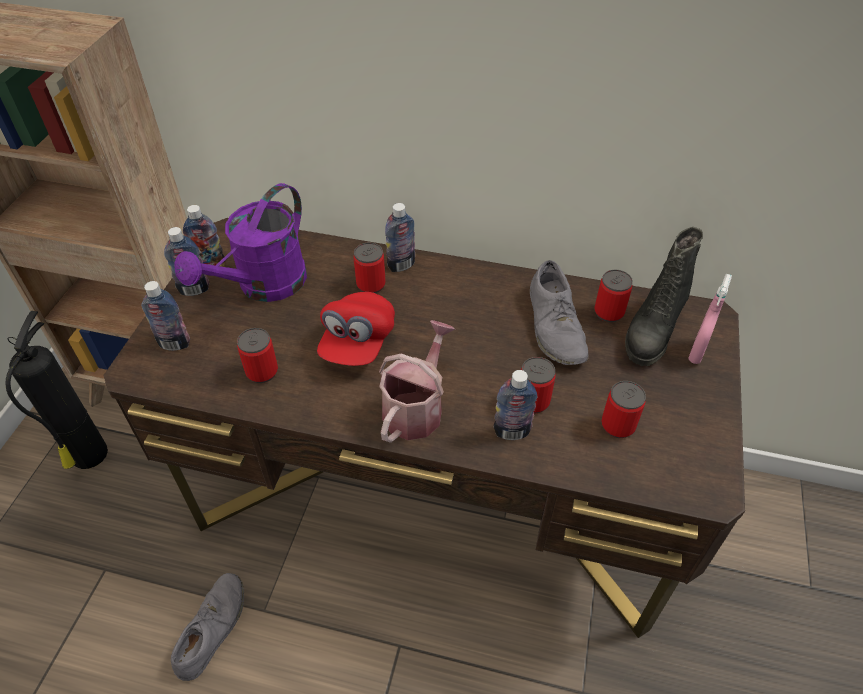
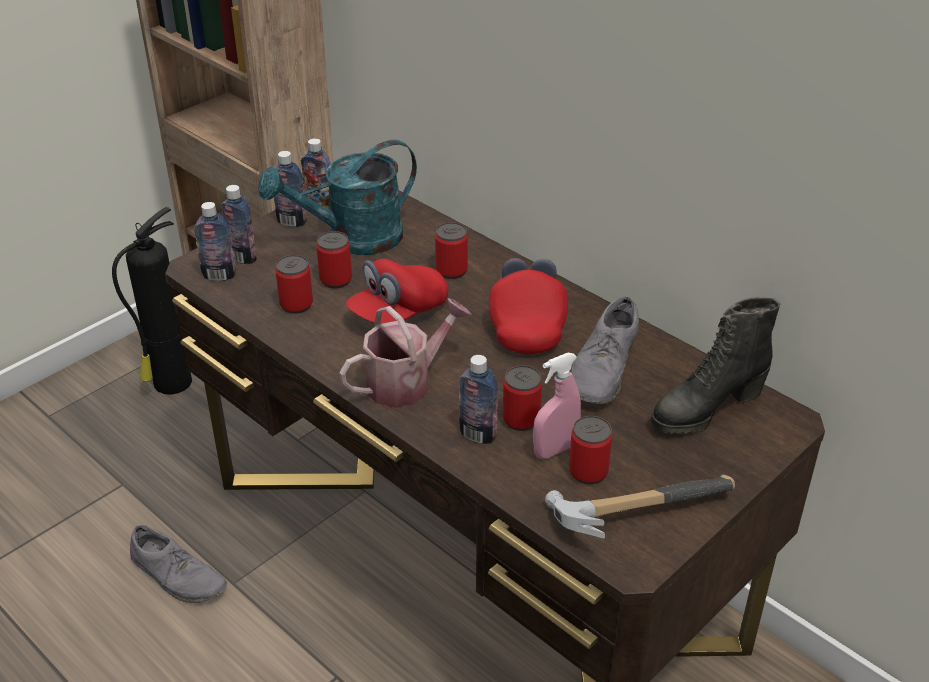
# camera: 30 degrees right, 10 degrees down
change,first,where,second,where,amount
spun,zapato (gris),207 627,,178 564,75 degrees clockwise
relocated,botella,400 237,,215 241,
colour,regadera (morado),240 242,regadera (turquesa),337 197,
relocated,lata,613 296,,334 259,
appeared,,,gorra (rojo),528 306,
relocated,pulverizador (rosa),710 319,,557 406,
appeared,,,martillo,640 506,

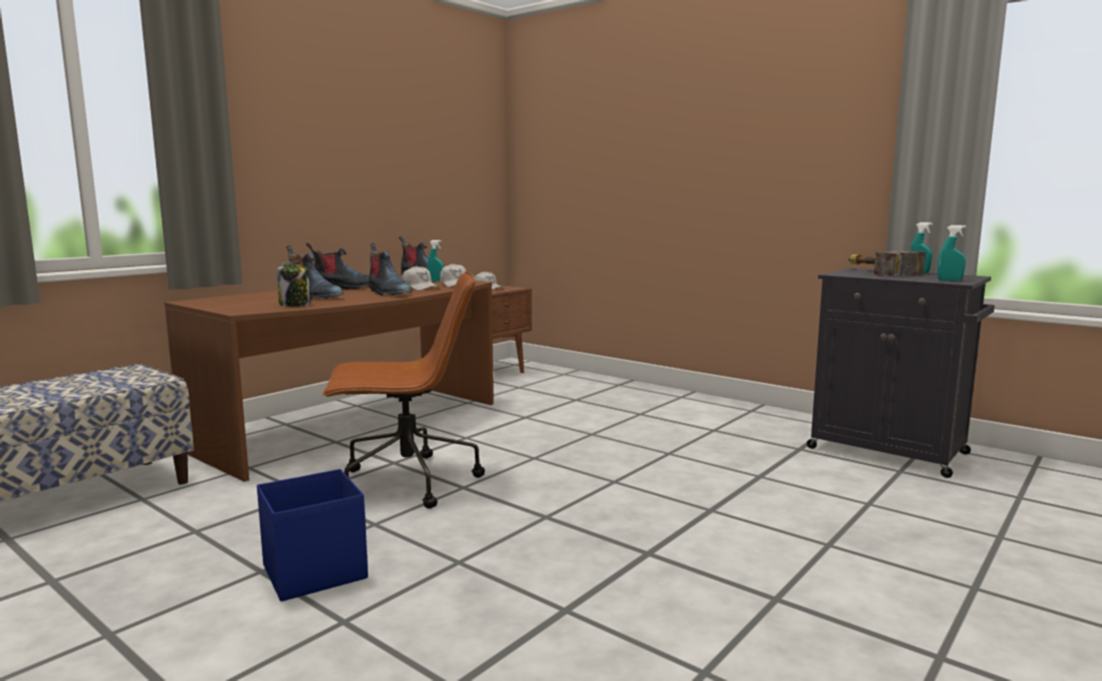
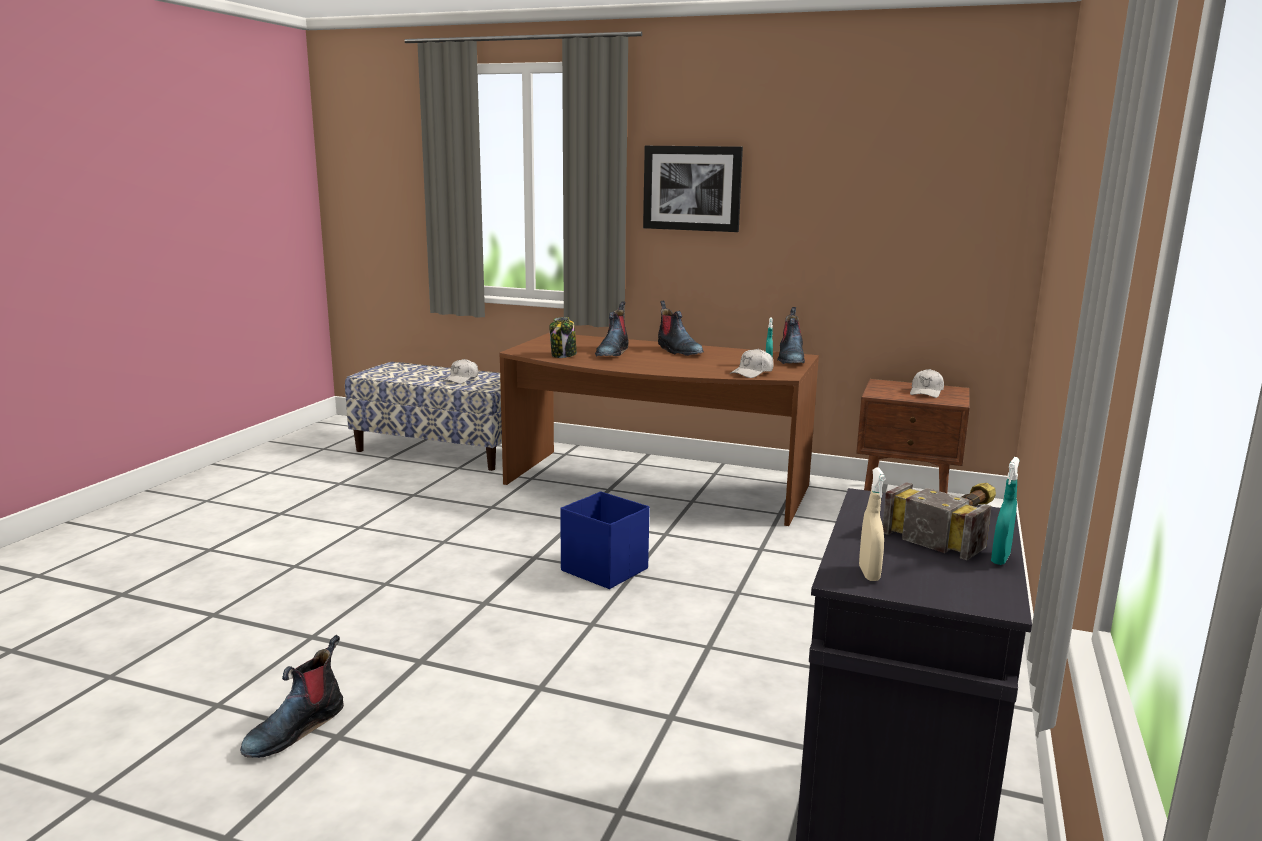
# camera: 70 degrees right, 5 degrees up
change,first,where,second,where,amount
relocated,bota,390 269,,292 696,
relocated,gorra (blanco),420 278,,460 371,
relocated,caja de almacenaje (azul),312 535,,605 540,
appeared,,,cuadro,693 189,
colour,pulverizador (turquesa),951 253,pulverizador (beis),872 524,
missing,silla de oficina (marrón),403 390,,,

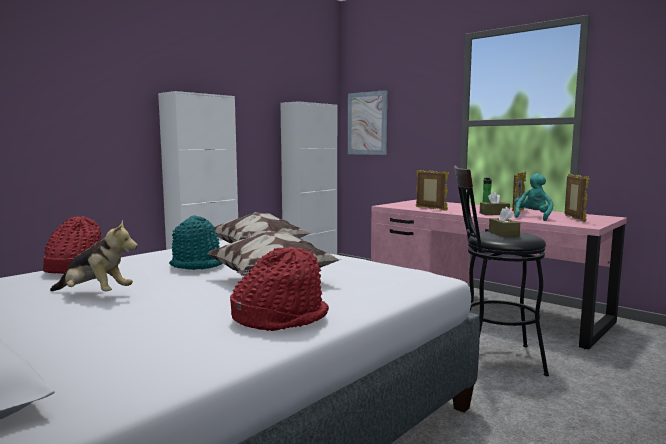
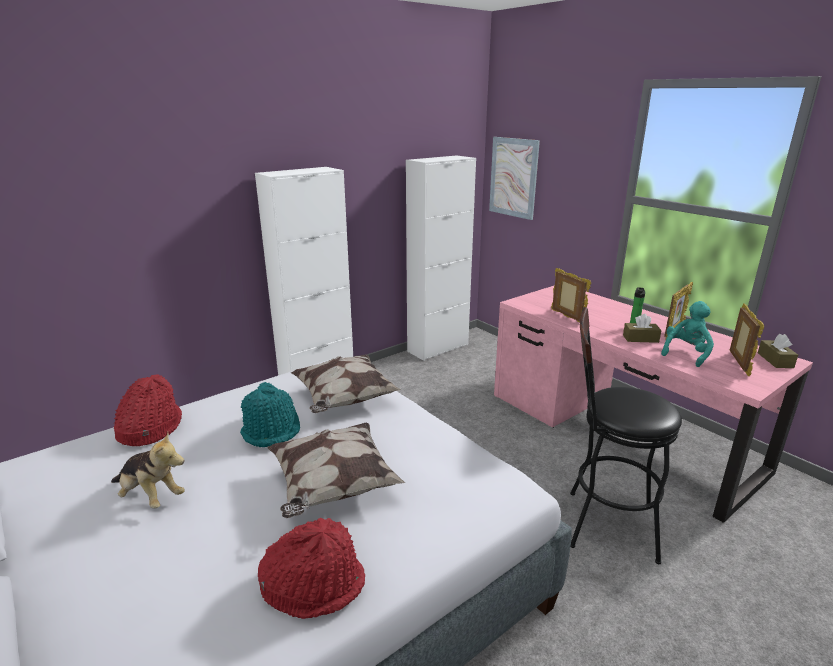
# camera: 10 degrees right, 15 degrees up
change,first,where,second,where,amount
relocated,caja de pañuelos (marrón),504 222,,778 351,

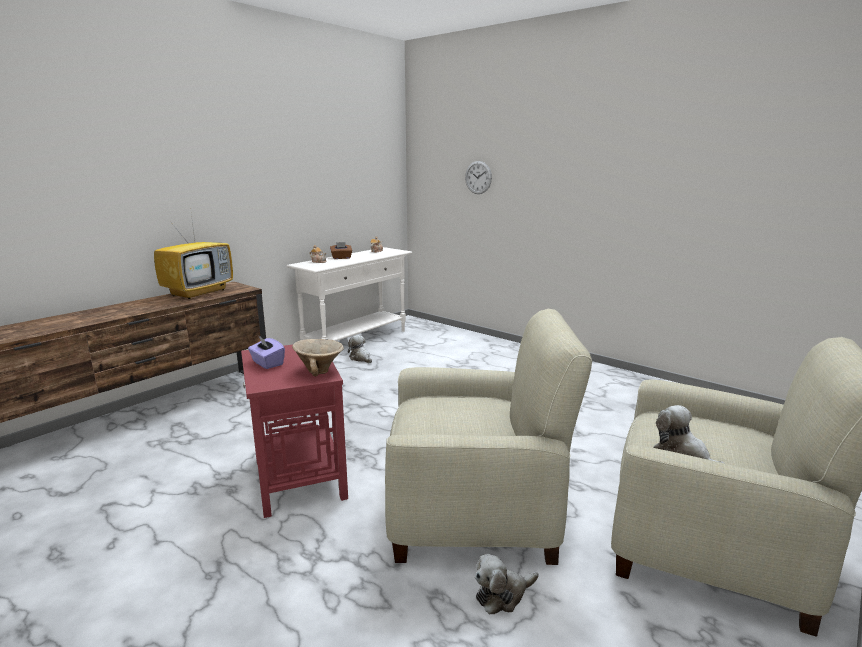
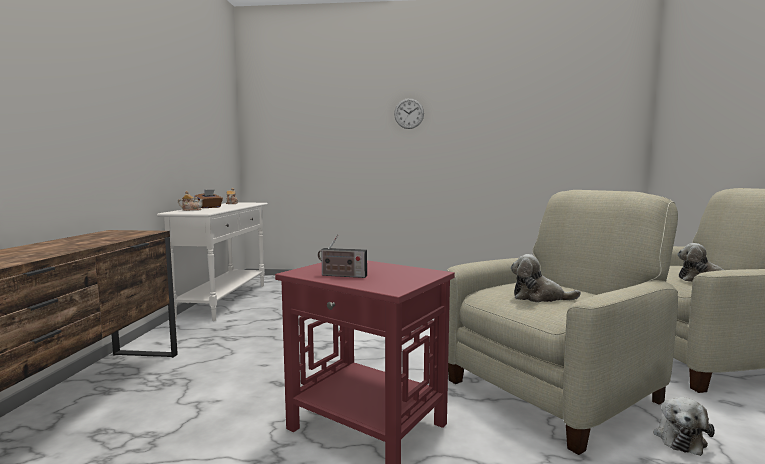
# camera: 35 degrees left, 10 degrees down
change,first,where,second,where,amount
exchanged,caja de pañuelos (morado),266 352,radio,342 256,
relocated,reloj de pared,478 177,,409 113,
relocated,peluche,360 349,,546 278,
missing,televisor,193 257,,,
missing,cuenco (beis),318 357,,,

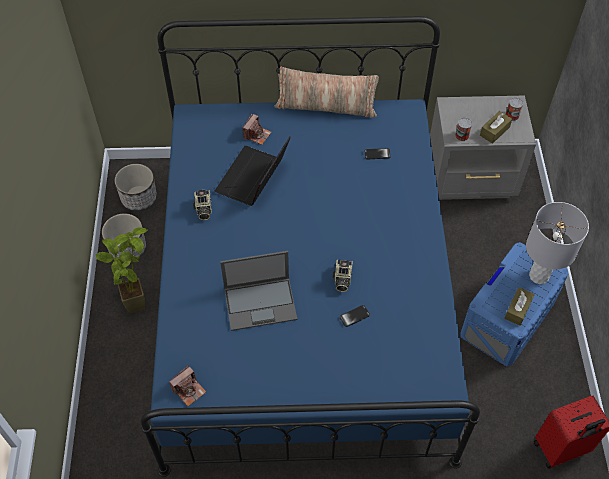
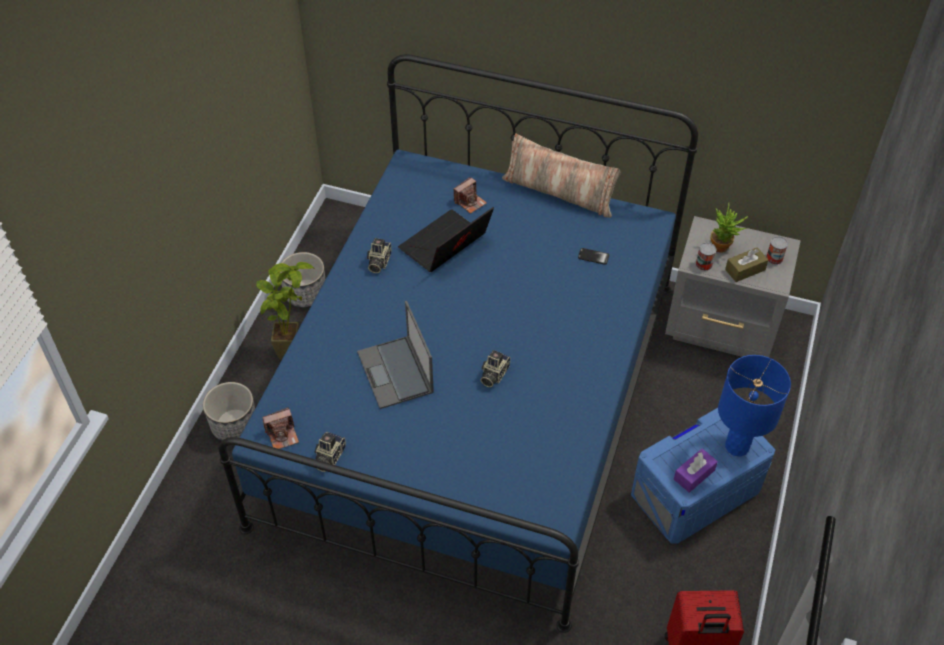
# camera: 20 degrees right, 5 degrees down
change,first,where,second,where,amount
relocated,maceta,136 187,,229 411,
appeared,,,cámara,330 452,
spun,portátil,258 291,,395 355,60 degrees clockwise
colour,caja de pañuelos (marrón),519 306,caja de pañuelos (morado),696 471,
appeared,,,planta en maceta,730 227,
colour,lámpara de mesa (gris),557 243,lámpara de mesa (azul),754 406,
missing,móvil,355 316,,,

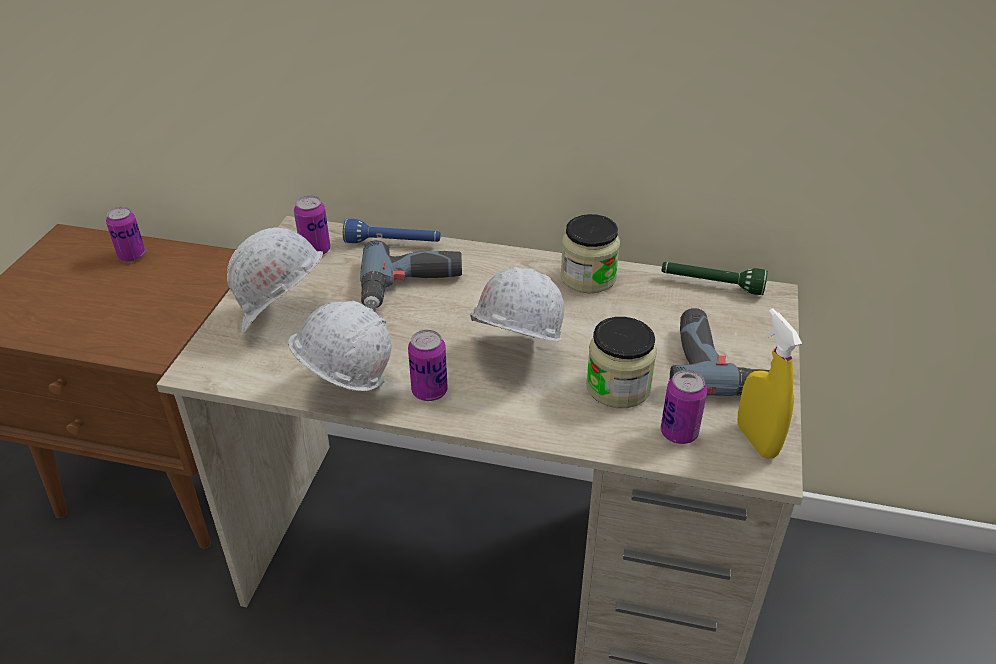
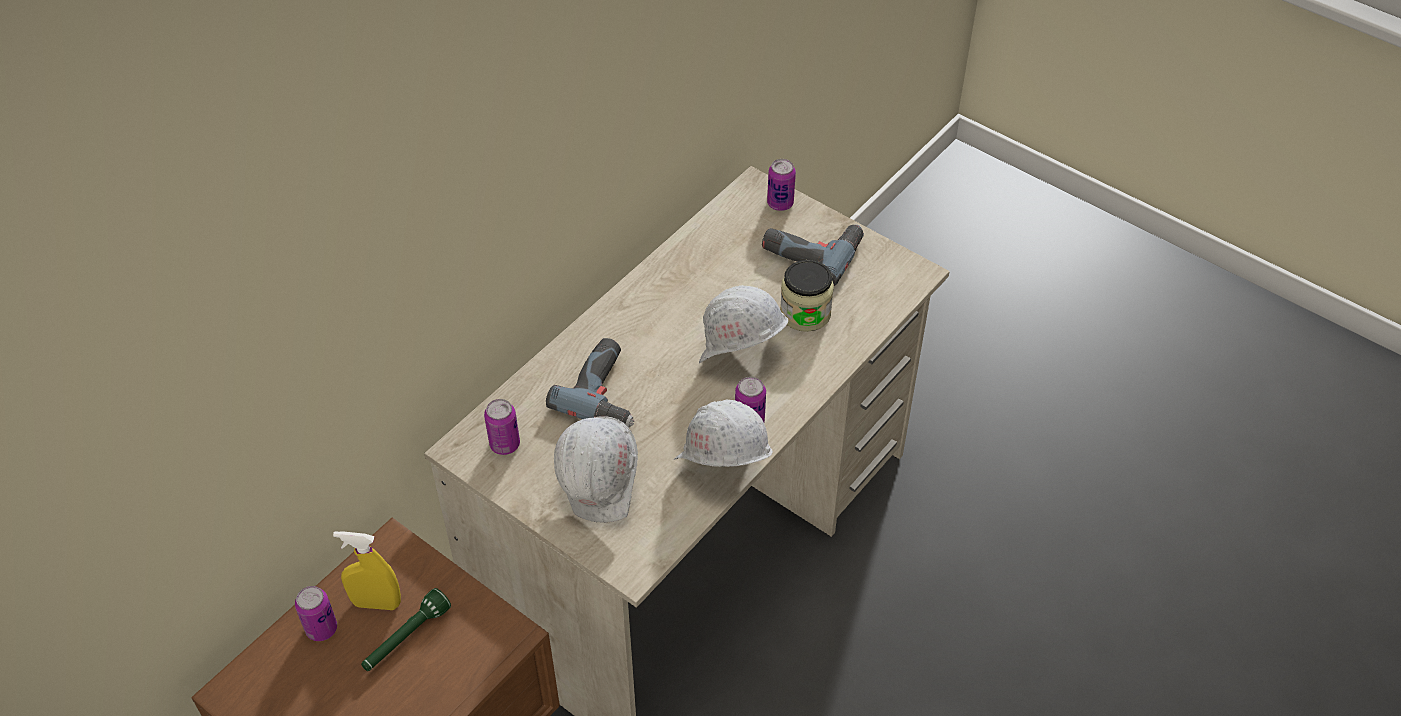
# camera: 65 degrees left, 10 degrees up
change,first,where,second,where,amount
relocated,pulverizador (amarillo),769 383,,367 570,
relocated,linterna (verde),715 278,,406 629,
relocated,lata,684 407,,781 185,
missing,linterna (azul),392 231,,,
missing,tarro,590 253,,,

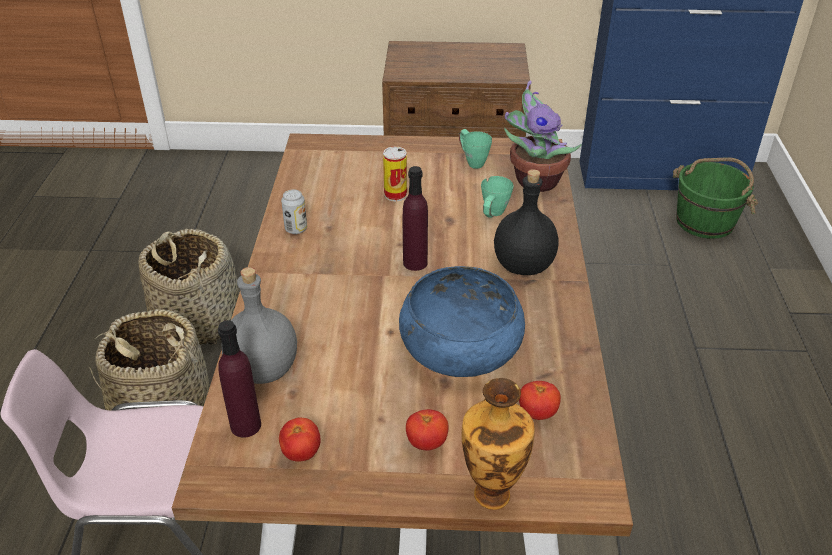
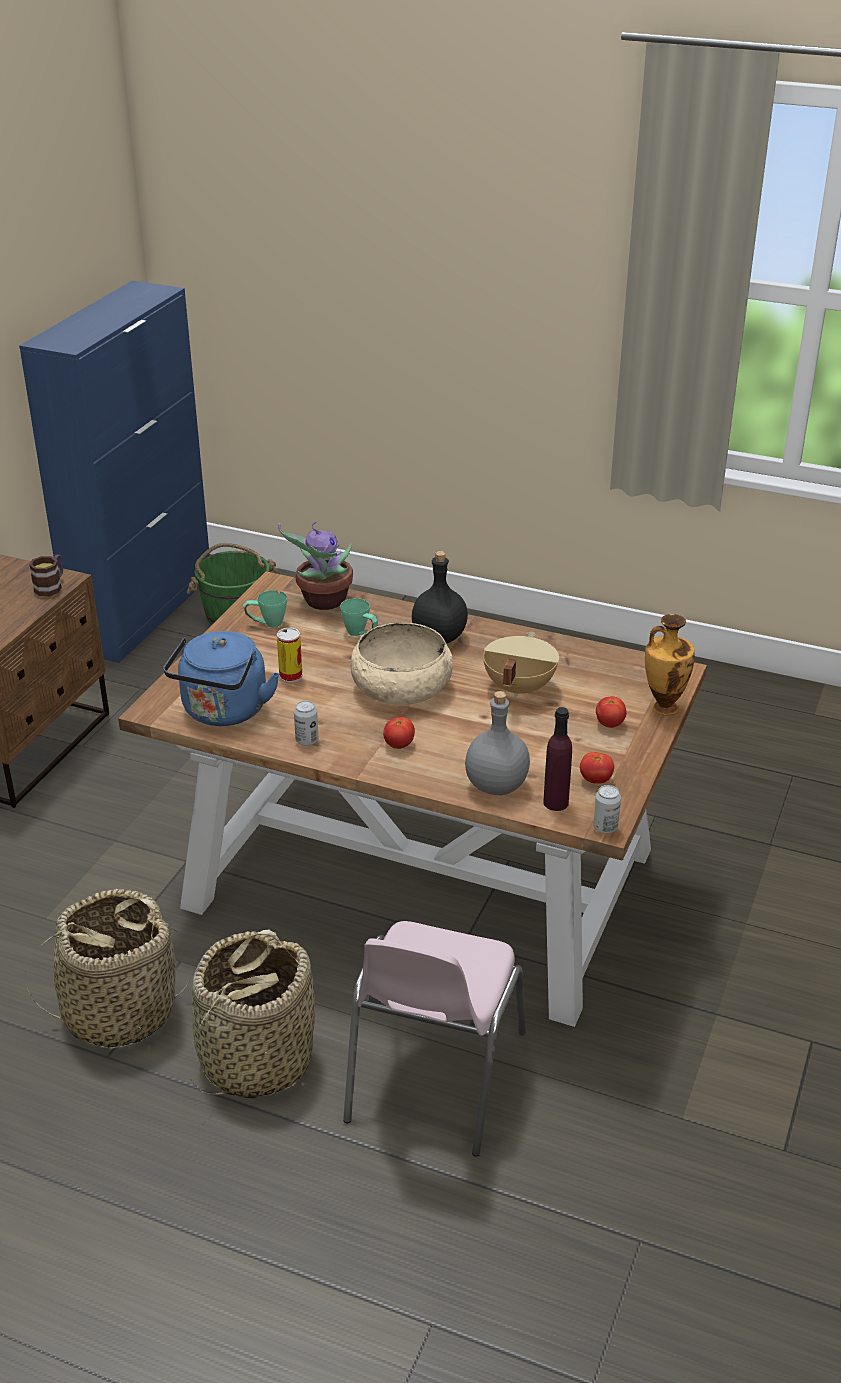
# camera: 70 degrees left, 5 degrees down
change,first,where,second,where,amount
appeared,,,taza grande,46 575,
appeared,,,hervidor (azul),221 678,
exchanged,botella (morado),415 218,cuenco (beis),402 664,
relocated,tomate,540 400,,399 733,
exchanged,cuenco (azul),462 321,olla (beis),521 665,
appeared,,,lata,607 809,

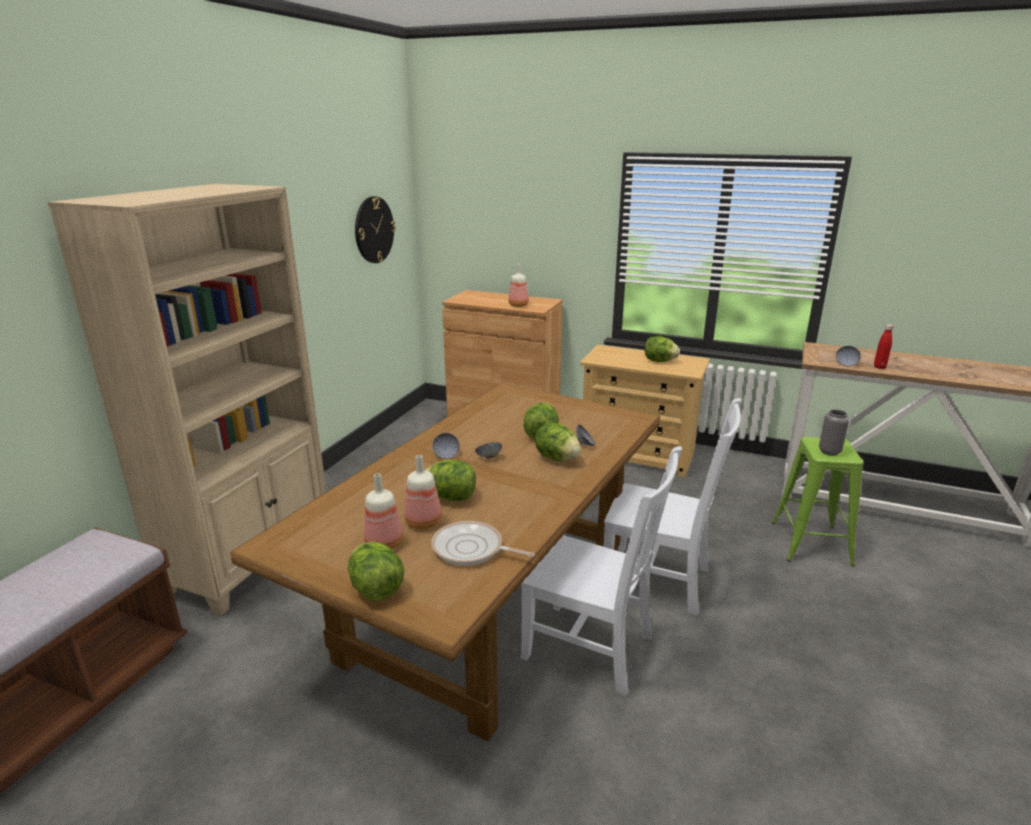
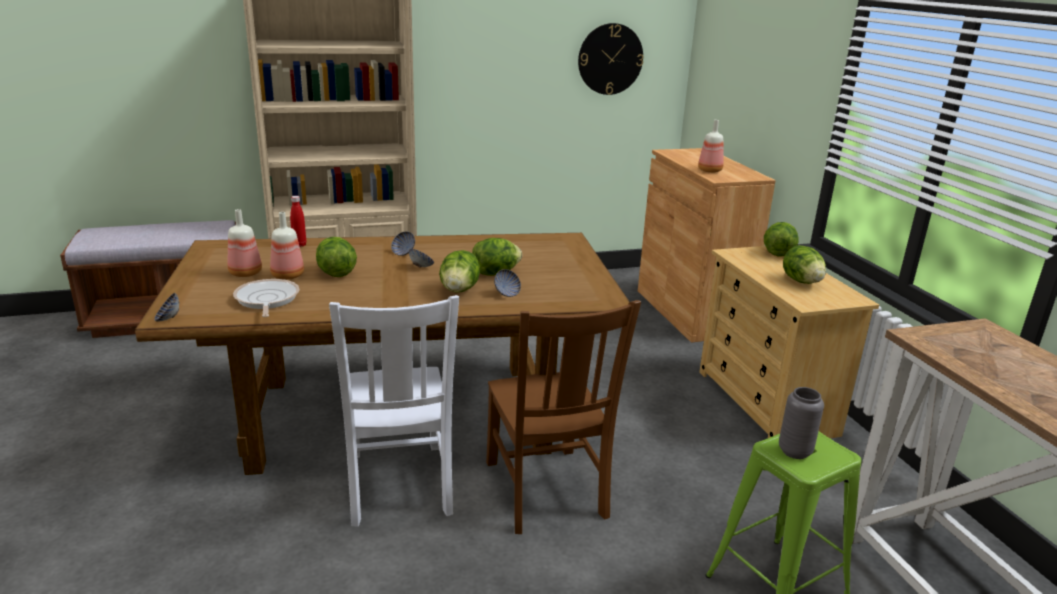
# camera: 50 degrees right, 0 degrees up
change,first,where,second,where,amount
relocated,cuenco,848 356,,166 307,
relocated,botella (rojo),884 346,,298 221,
colour,silla (blanco),672 507,silla (marrón),563 417,
relocated,lechuga,376 571,,781 239,

